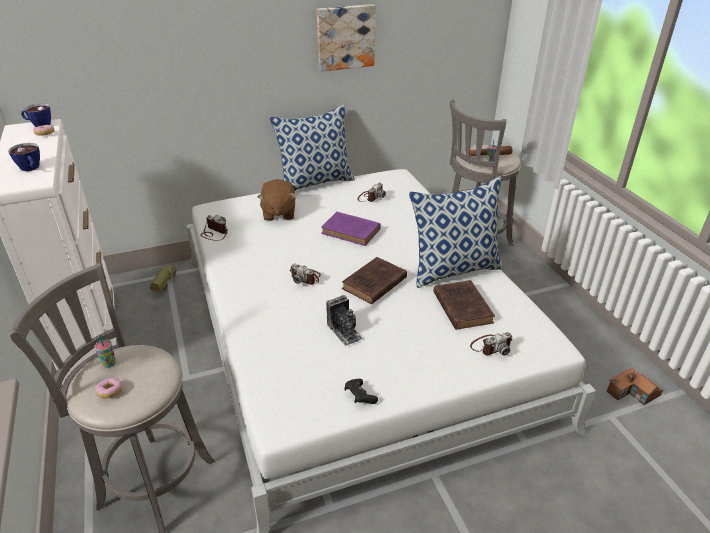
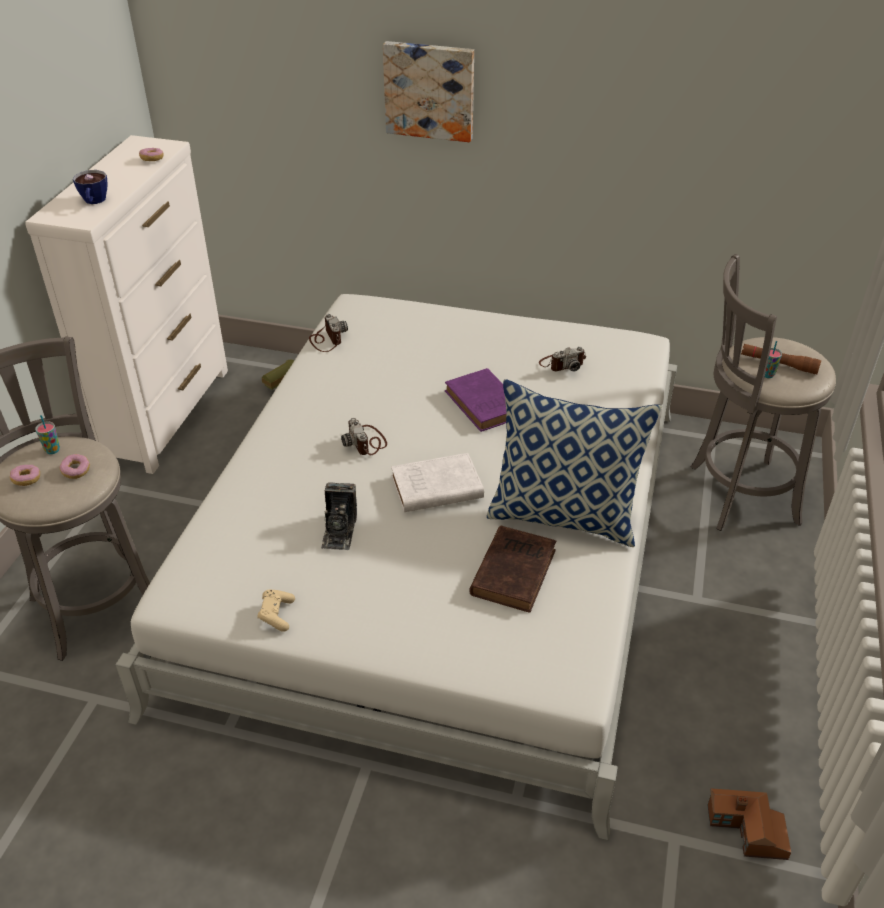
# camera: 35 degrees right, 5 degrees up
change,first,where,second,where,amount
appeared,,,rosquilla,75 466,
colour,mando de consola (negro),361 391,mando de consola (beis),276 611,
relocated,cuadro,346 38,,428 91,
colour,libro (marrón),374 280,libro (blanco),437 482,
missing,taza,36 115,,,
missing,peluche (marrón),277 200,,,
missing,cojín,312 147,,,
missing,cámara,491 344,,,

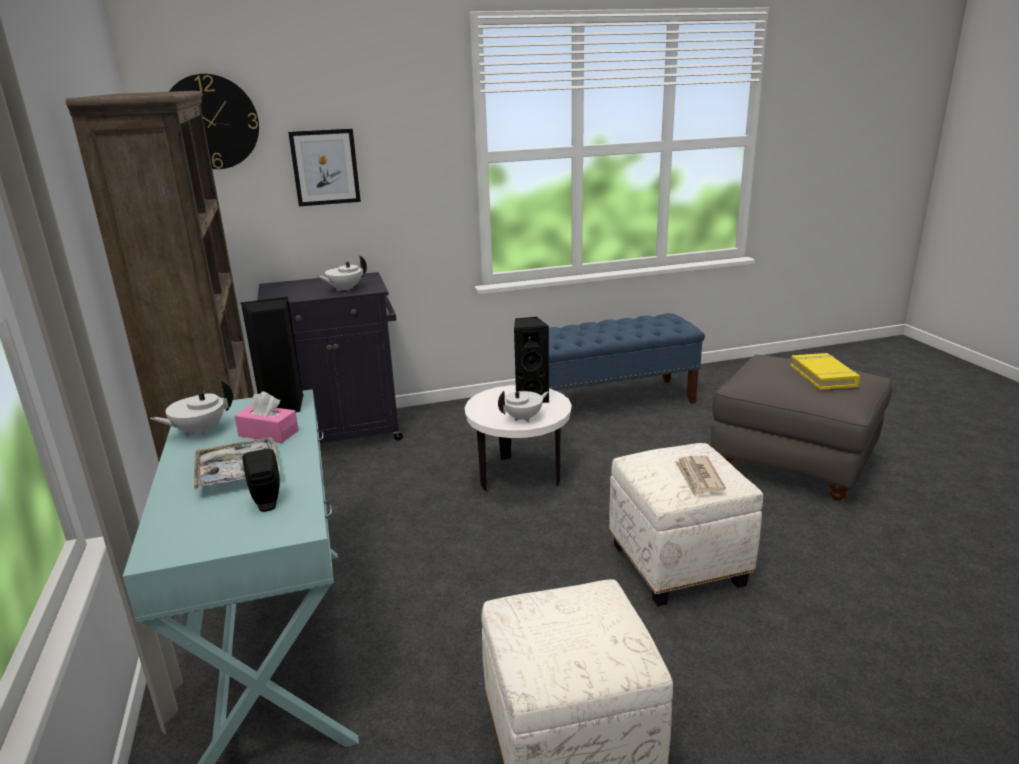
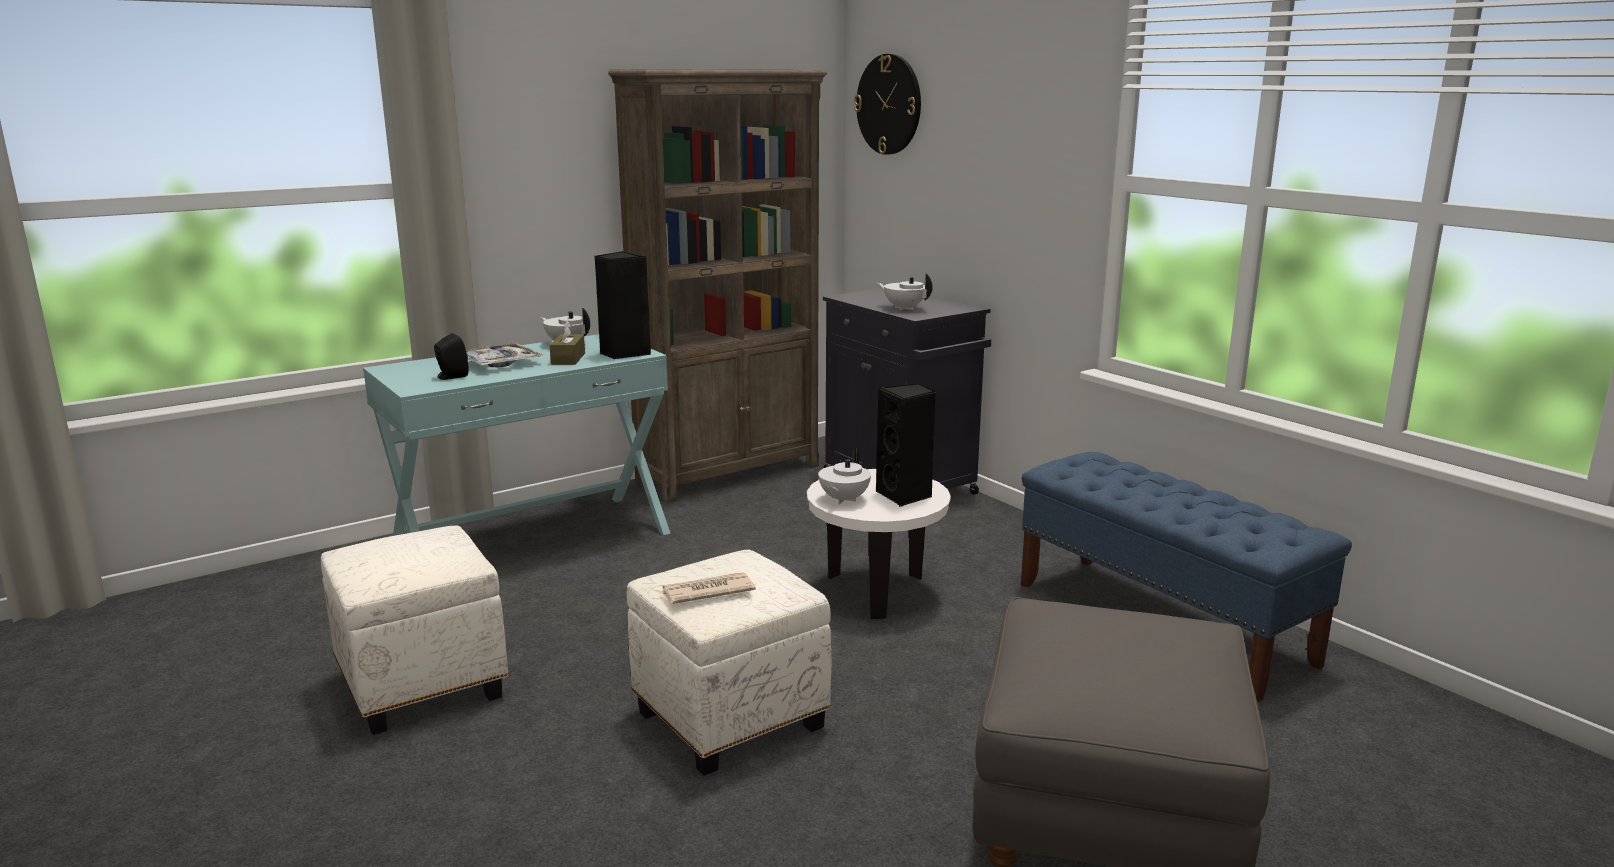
# camera: 70 degrees right, 5 degrees down
change,first,where,second,where,amount
colour,caja de pañuelos (rosa),267 417,caja de pañuelos (marrón),567 342,
spun,tetera (blanco),523 406,,844 476,75 degrees clockwise
missing,cuadro,324 167,,,
missing,libro (amarillo),825 371,,,

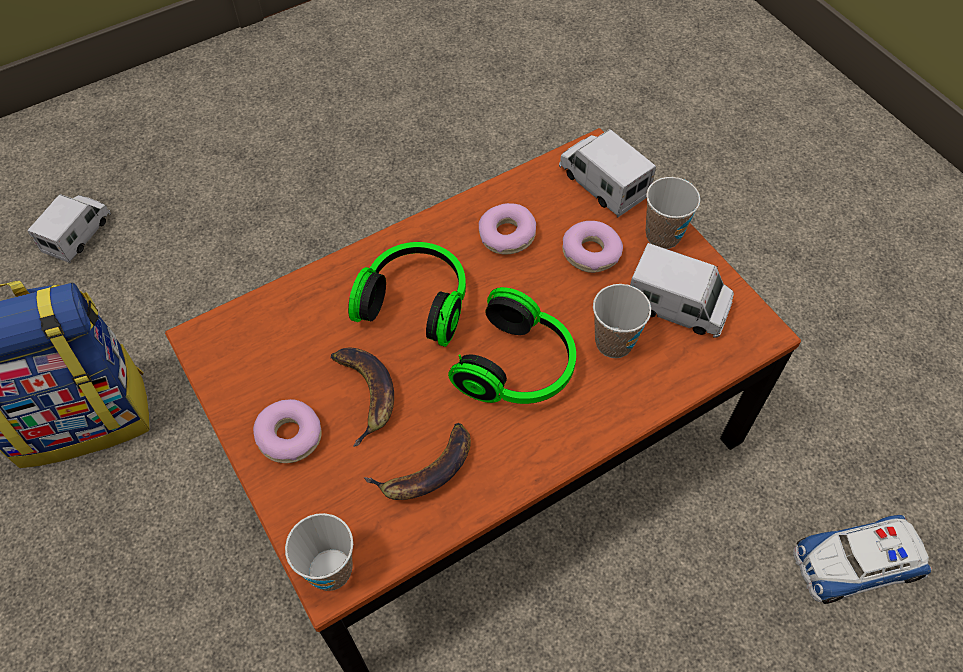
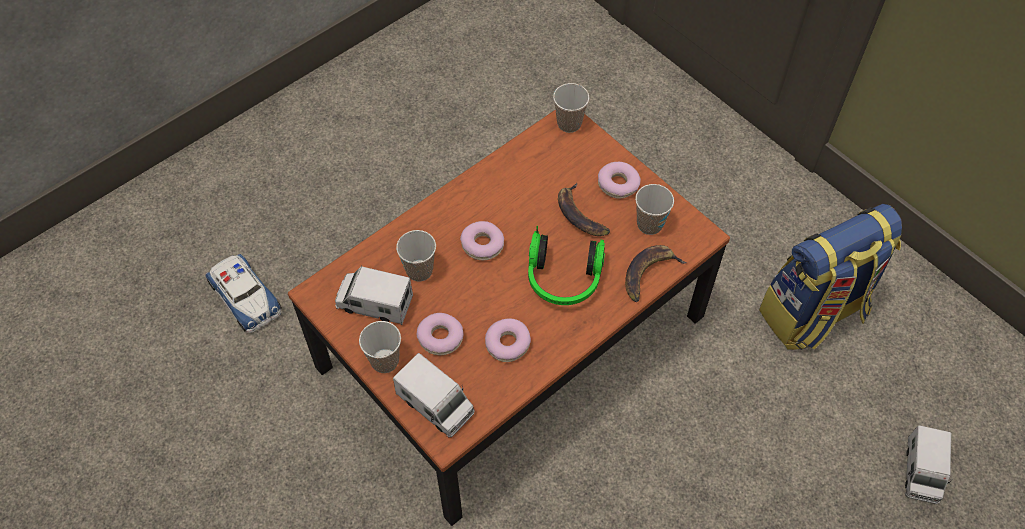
# camera: 170 degrees right, 0 degrees up
change,first,where,second,where,amount
spun,coche de juguete,862 559,,244 293,75 degrees clockwise
exchanged,auriculares,512 345,rosquilla,482 240,
relocated,plátano,417 461,,656 273,
appeared,,,taza,654 209,

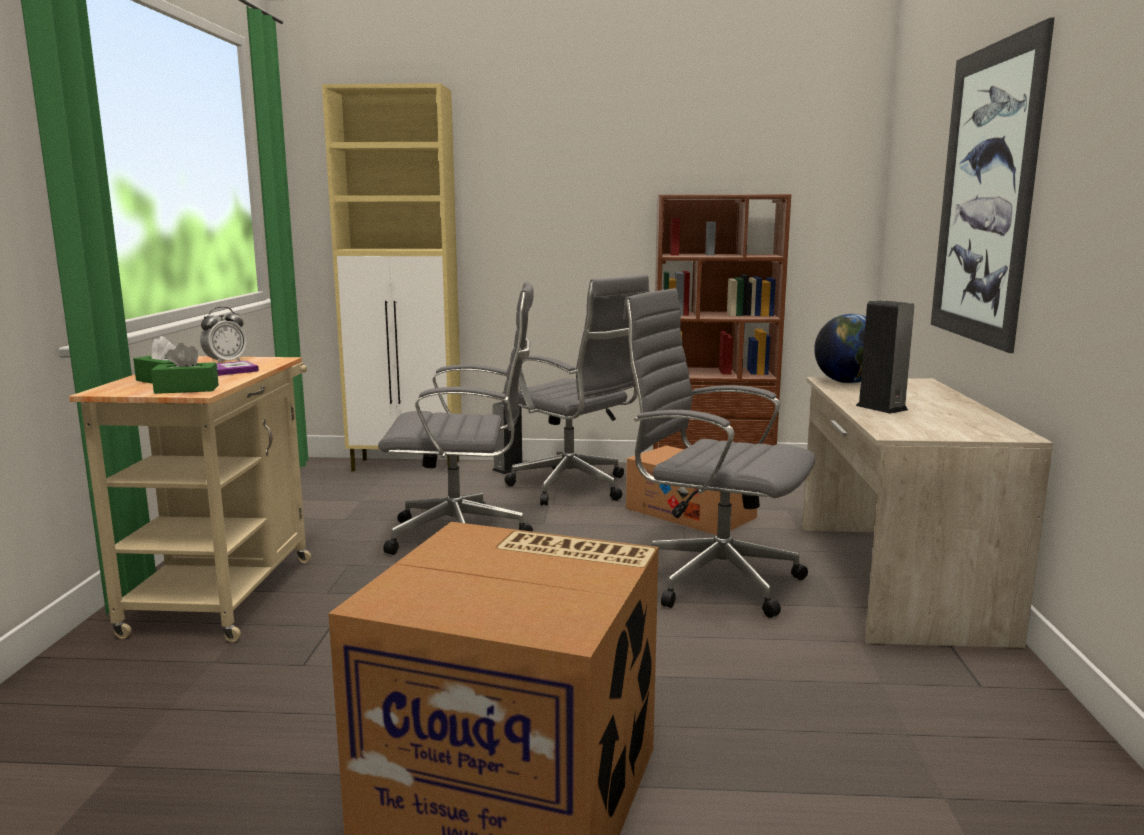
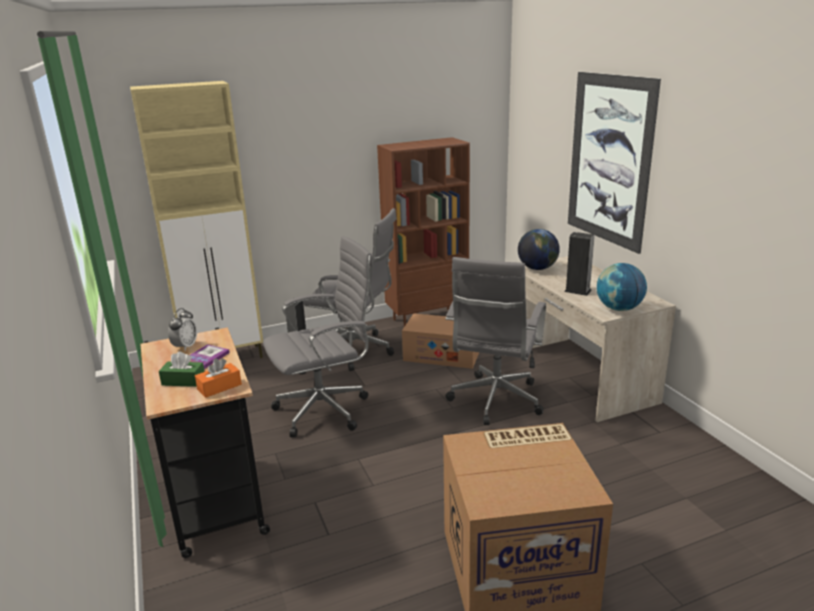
# camera: 25 degrees left, 10 degrees up
change,first,where,second,where,amount
colour,carrito (beis),190 499,carrito (negro),205 442,
colour,caja de pañuelos (verde),185 368,caja de pañuelos (naranja),218 378,
spun,silla de oficina (gris),719 453,,495 341,75 degrees counterclockwise
appeared,,,globo terráqueo,622 287,

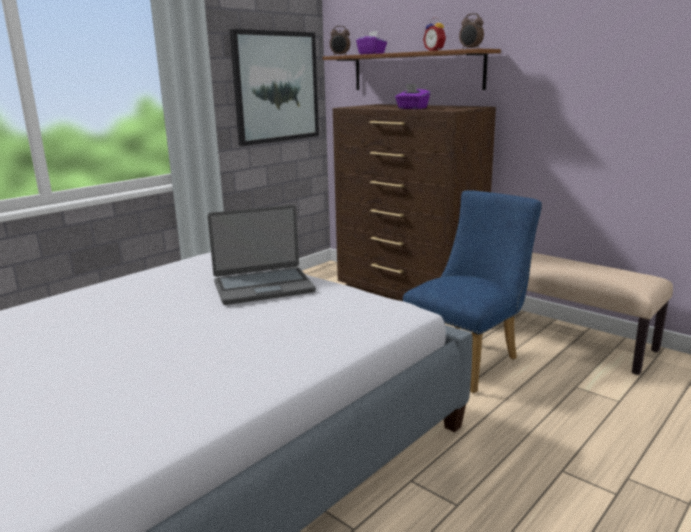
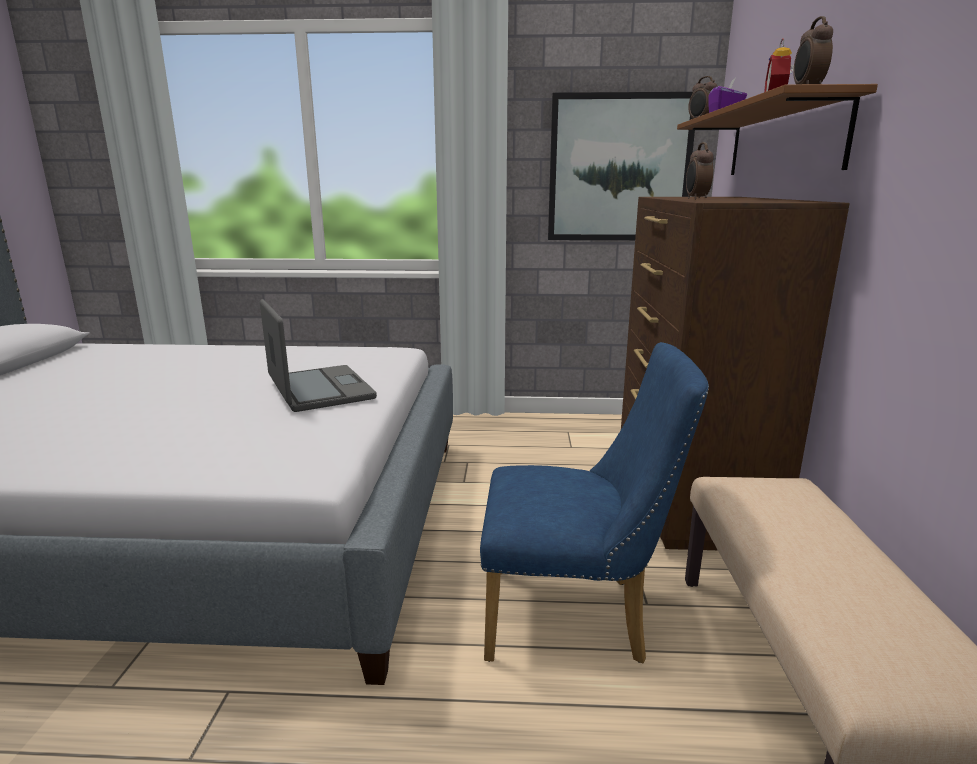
# camera: 50 degrees right, 0 degrees up
change,first,where,second,where,amount
spun,portátil,261 255,,318 355,150 degrees counterclockwise
exchanged,caja de pañuelos (morado),412 96,despertador,700 171,

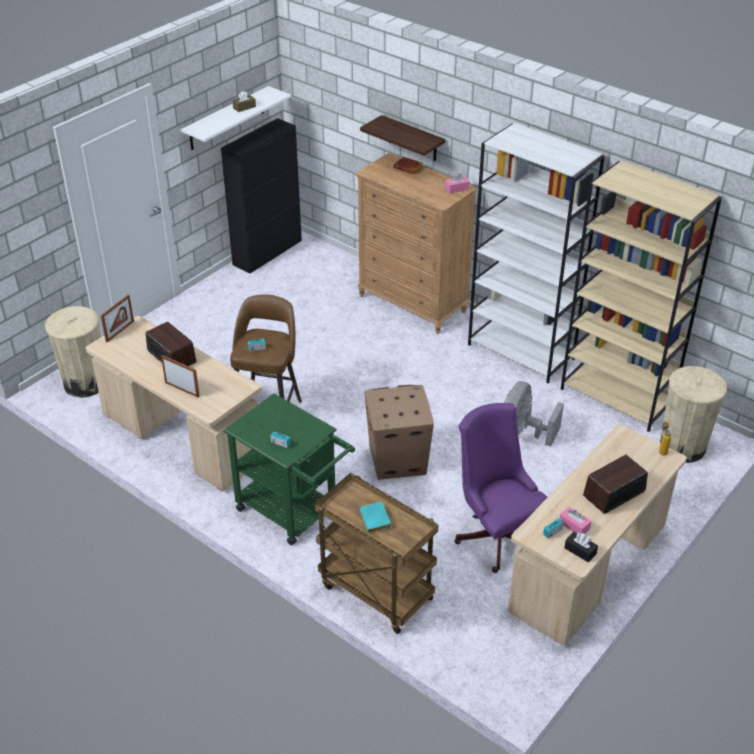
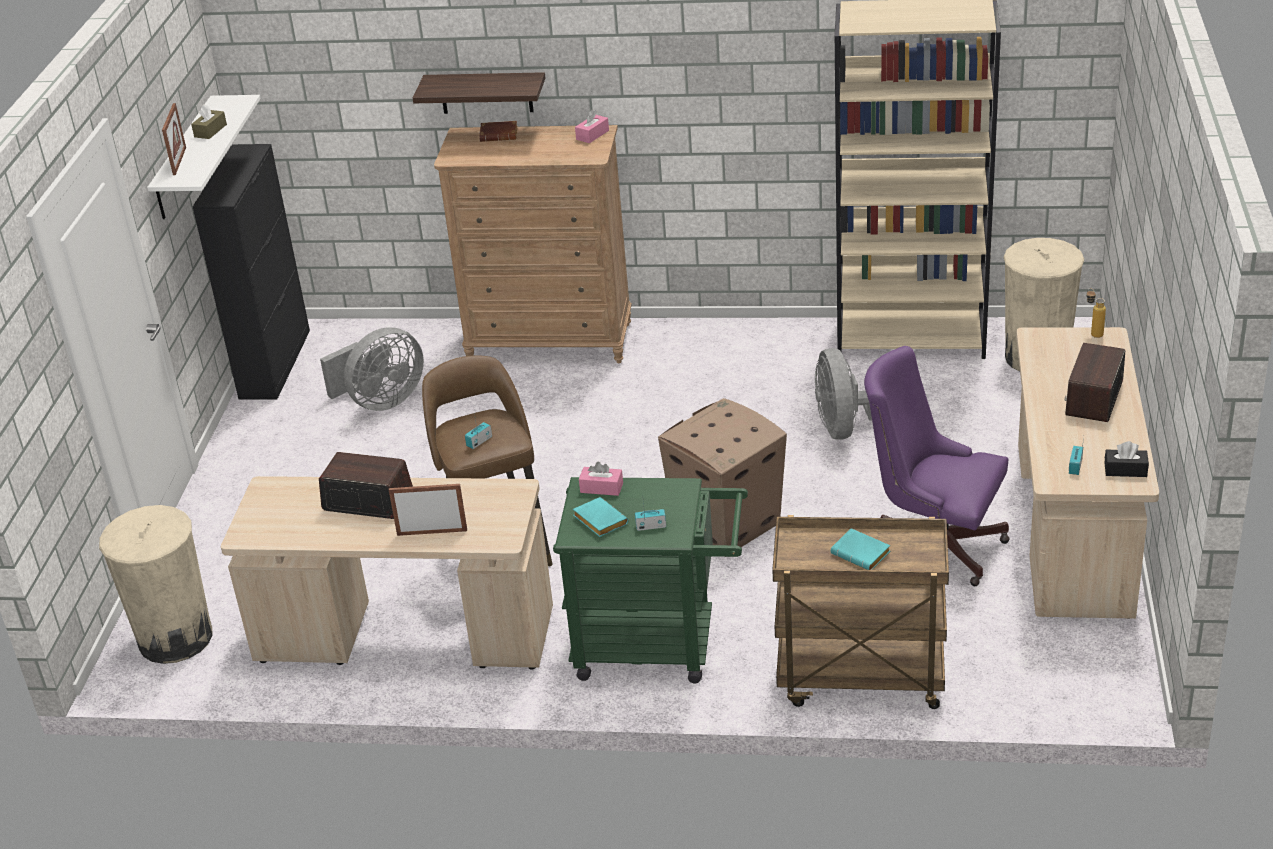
# camera: 30 degrees left, 5 degrees down
change,first,where,second,where,amount
relocated,portarretratos,117 318,,174 139,
appeared,,,ventilador (gris),372 369,
appeared,,,libro (turquesa),600 517,
relocated,caja de pañuelos (rosa),575 520,,601 478,
missing,estantería (blanco),536 253,,,

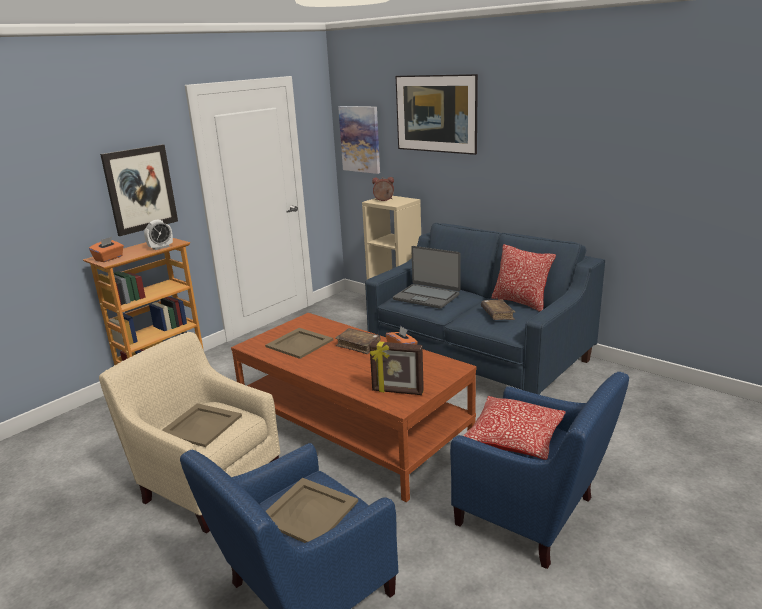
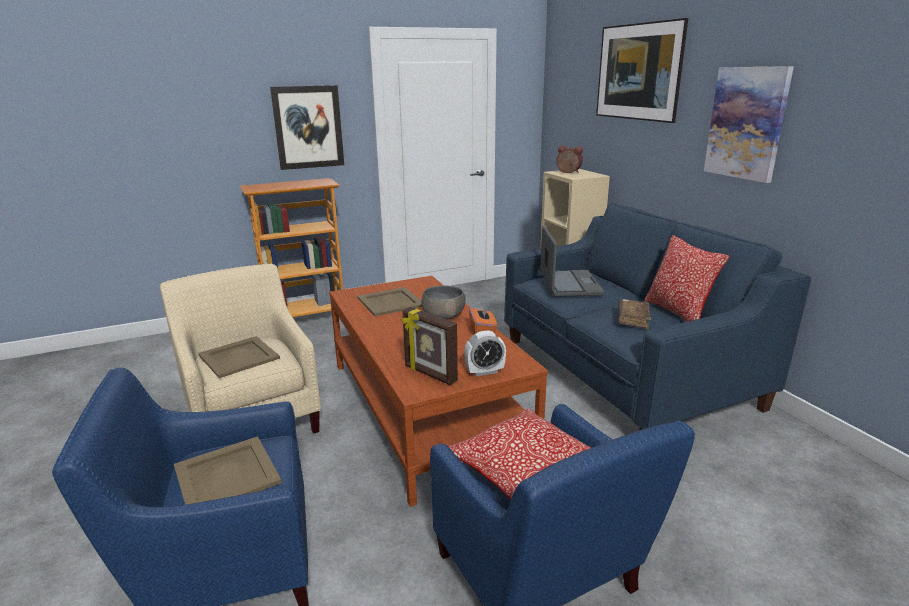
# camera: 25 degrees right, 0 degrees up
change,first,where,second,where,amount
exchanged,libro (marrón),357 341,cuenco (gris),444 302,
relocated,despertador,158 234,,485 353,
spun,portátil,427 277,,572 261,150 degrees counterclockwise
relocated,cuadro,359 140,,749 124,
missing,caja de pañuelos (naranja),106 249,,,

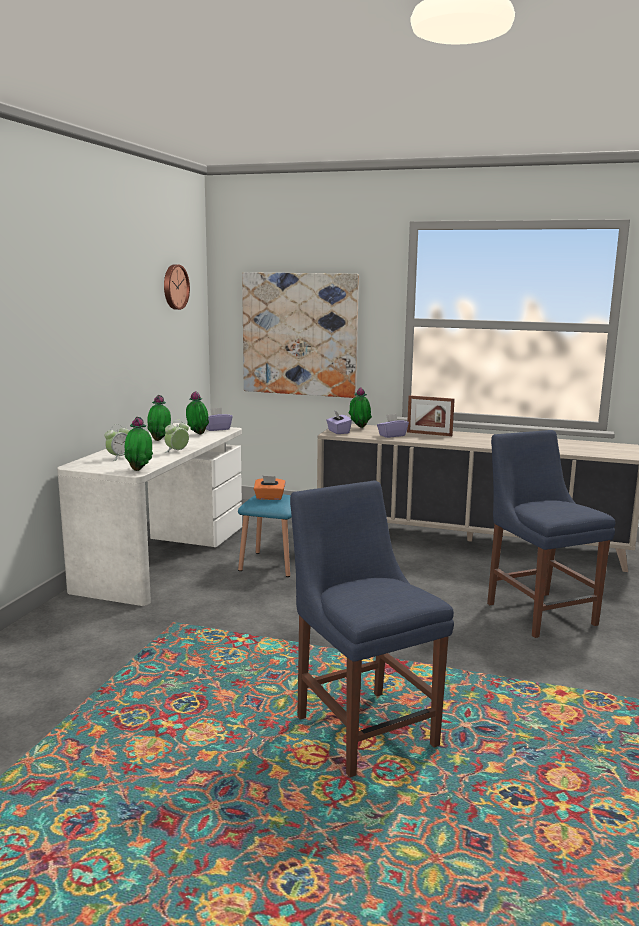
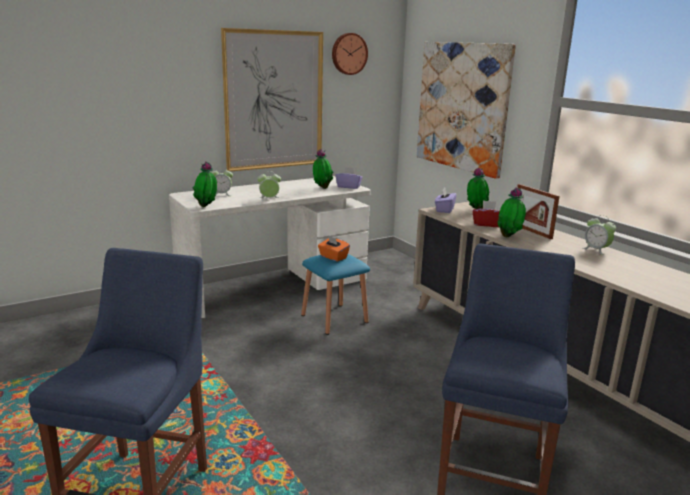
# camera: 40 degrees right, 5 degrees up
change,first,where,second,where,amount
appeared,,,cuadro,272 99,
colour,caja de pañuelos (morado),393 426,caja de pañuelos (rojo),486 213,
relocated,planta en maceta,159 418,,511 212,
appeared,,,despertador,599 235,

